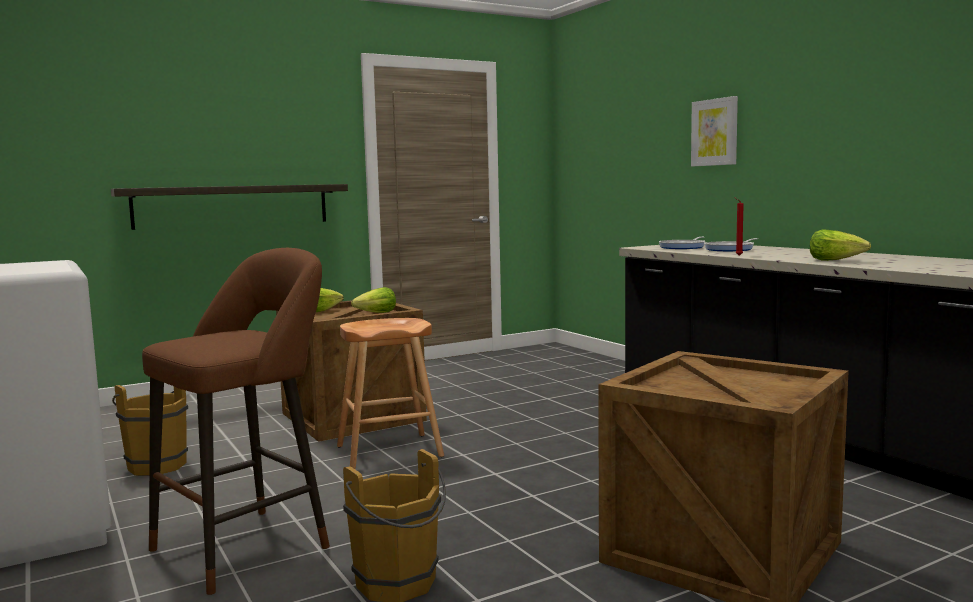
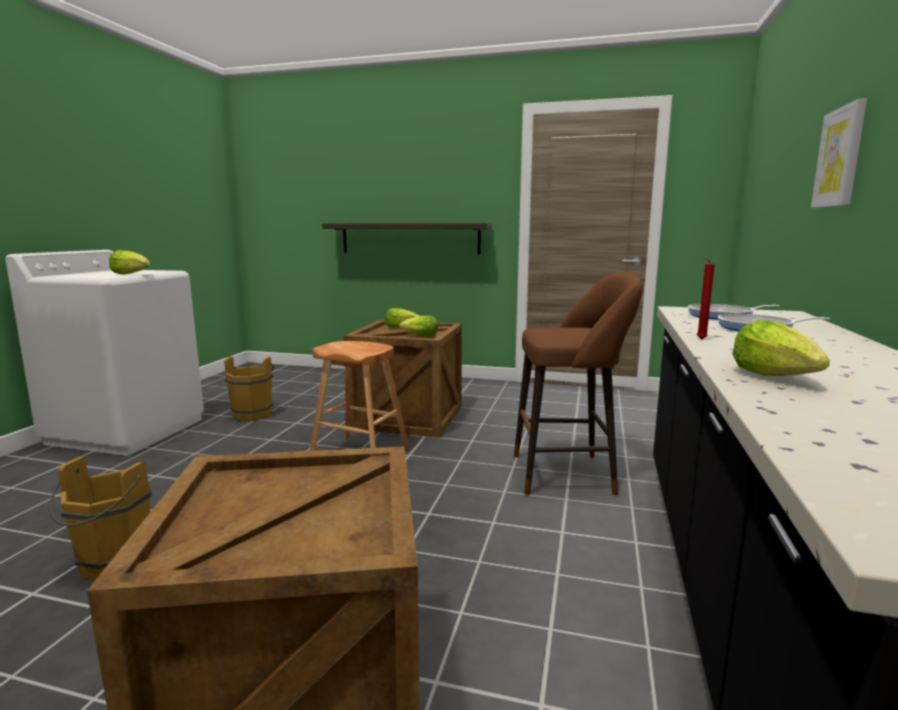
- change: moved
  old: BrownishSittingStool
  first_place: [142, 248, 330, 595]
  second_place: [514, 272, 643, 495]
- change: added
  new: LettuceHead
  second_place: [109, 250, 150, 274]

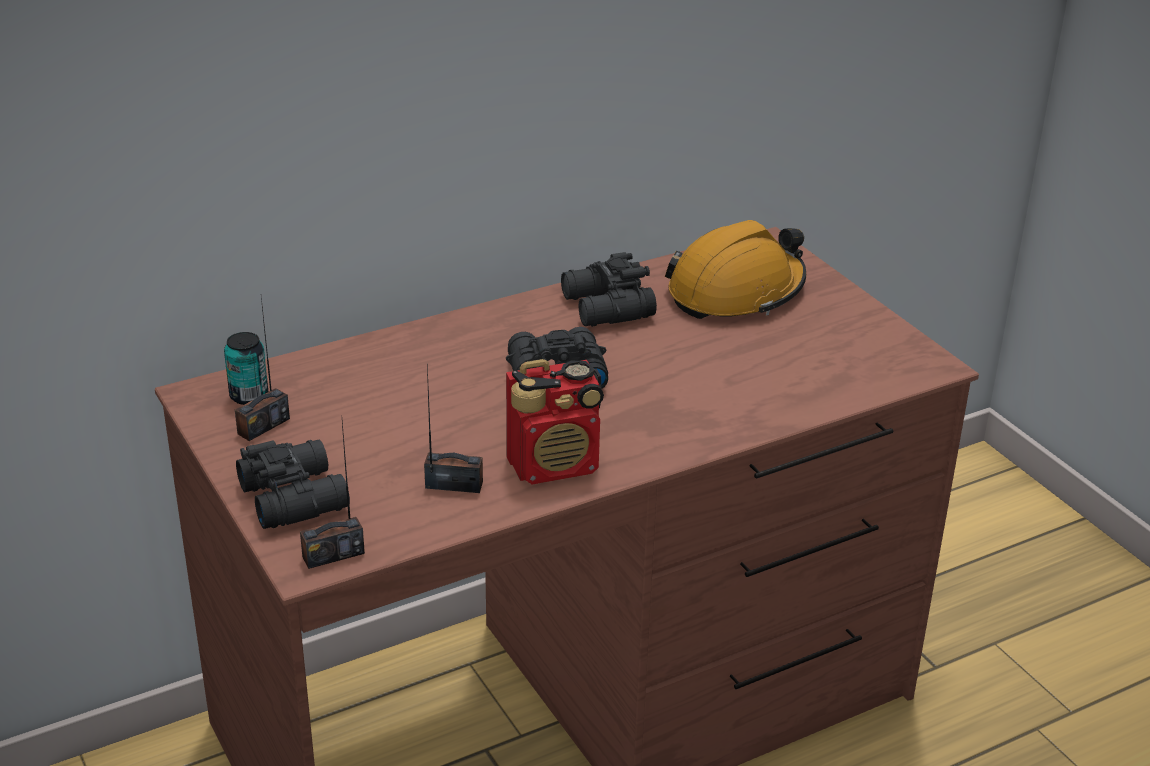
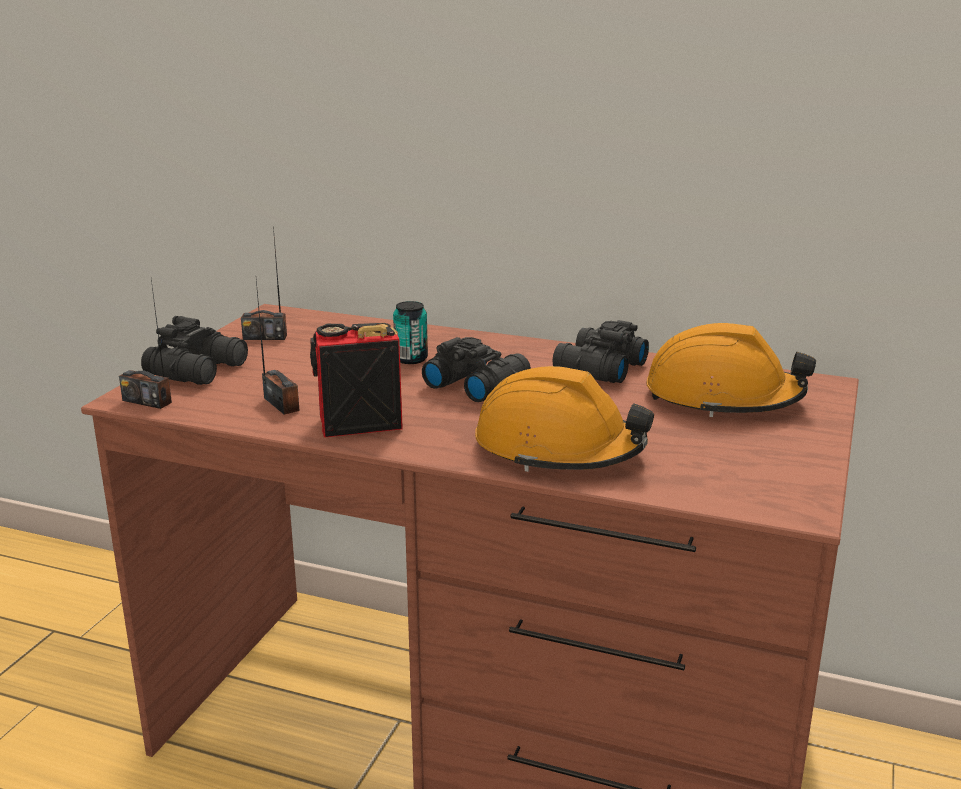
- change: moved
  old: MetalCan
  first_place: [224, 332, 268, 405]
  second_place: [393, 301, 428, 364]
- change: turned
  old: RadioSet
  first_place: [506, 359, 604, 485]
  second_place: [310, 323, 403, 438]
  degrees: 135
- change: added
  new: OrangeColouredHardHat
  second_place: [475, 366, 654, 472]

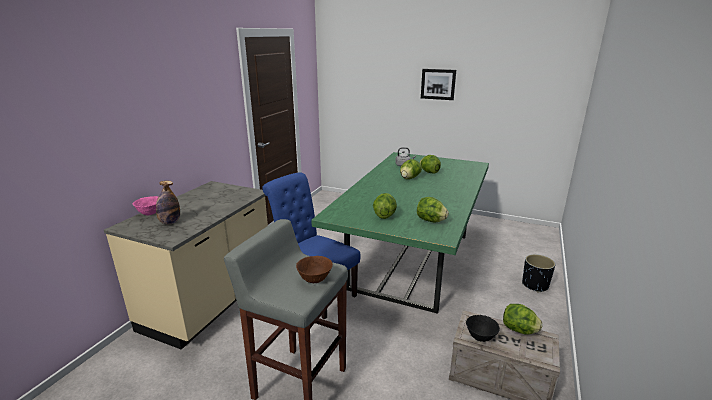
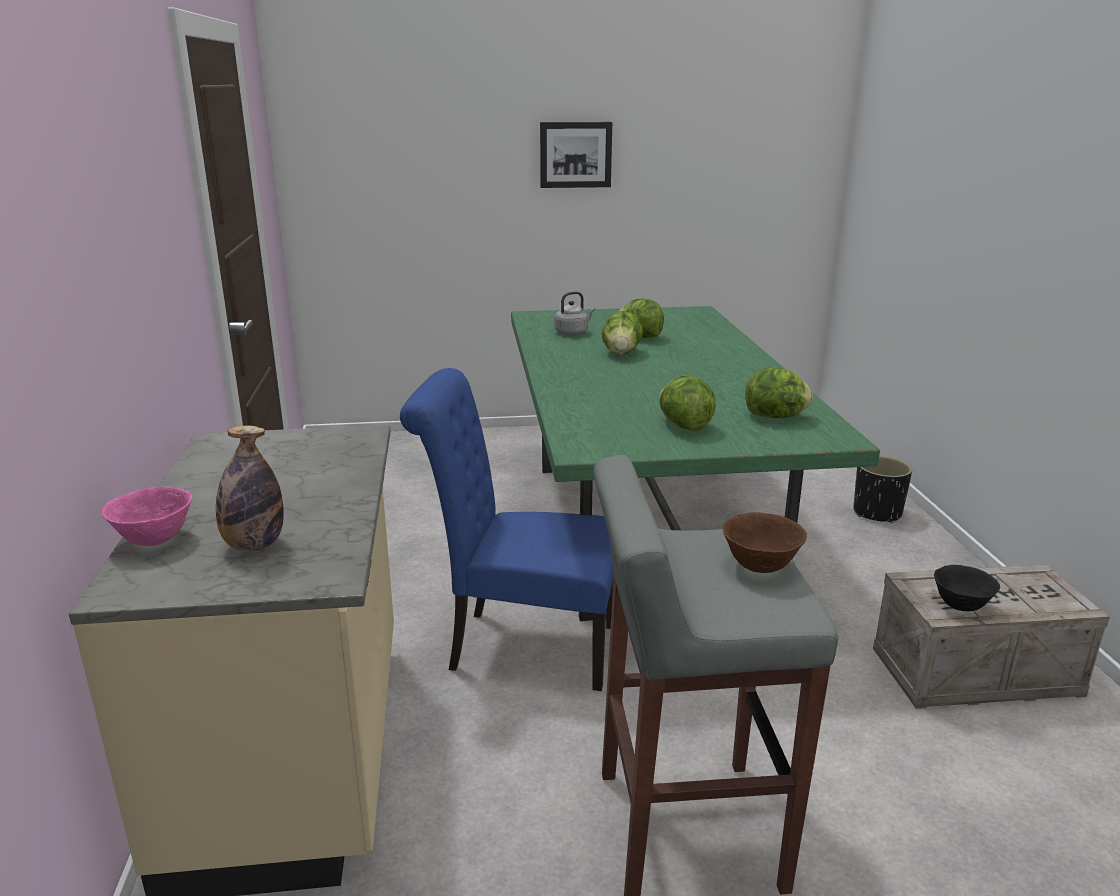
- change: removed
  old: LettuceHead
  first_place: [503, 304, 543, 334]

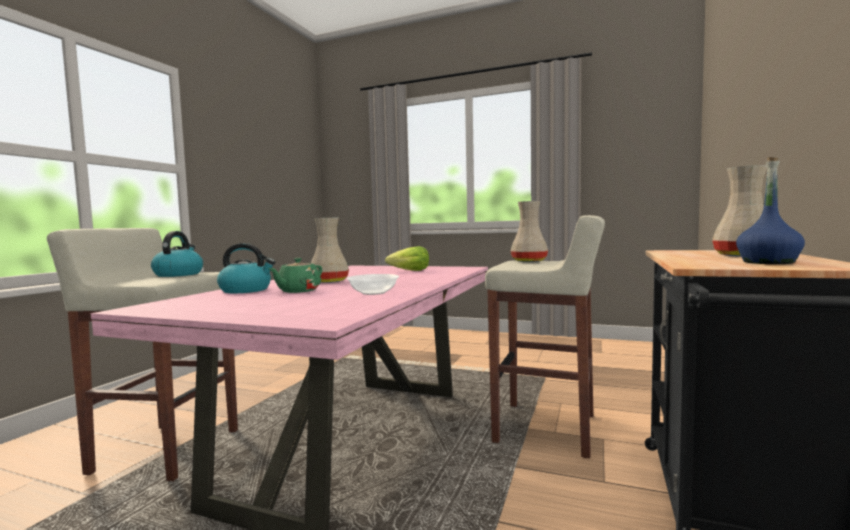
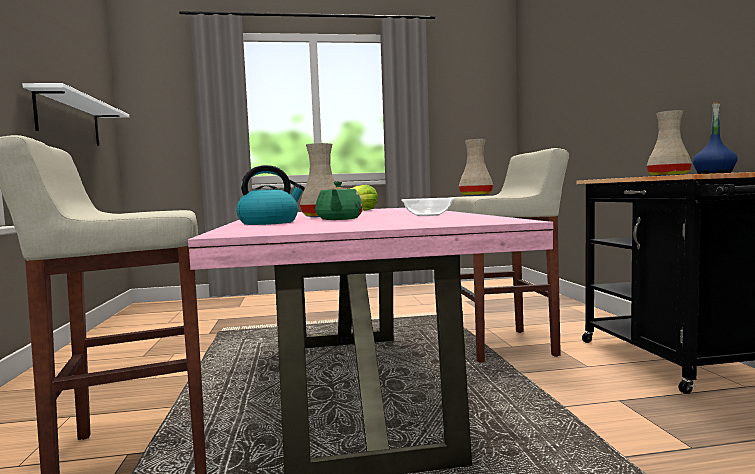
- change: removed
  old: TeaKettle
  first_place: [151, 231, 203, 277]
- change: added
  new: WhiteShelf
  second_place: [22, 83, 129, 146]

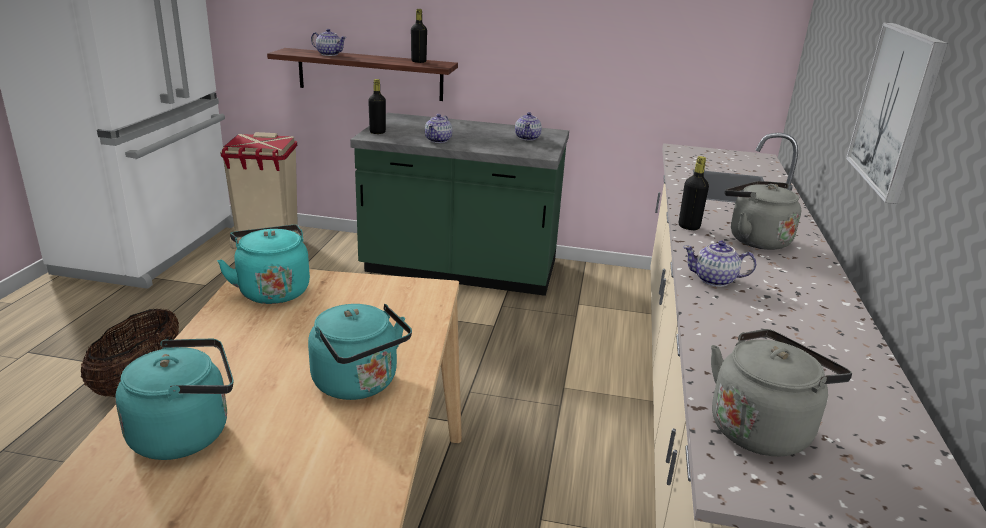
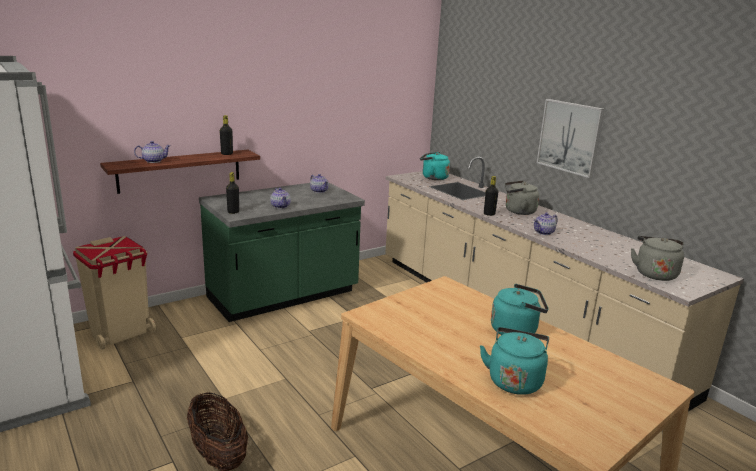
- change: moved
  old: TurquoiseColouredTeaKettle
  first_place: [217, 225, 310, 304]
  second_place: [420, 152, 450, 180]

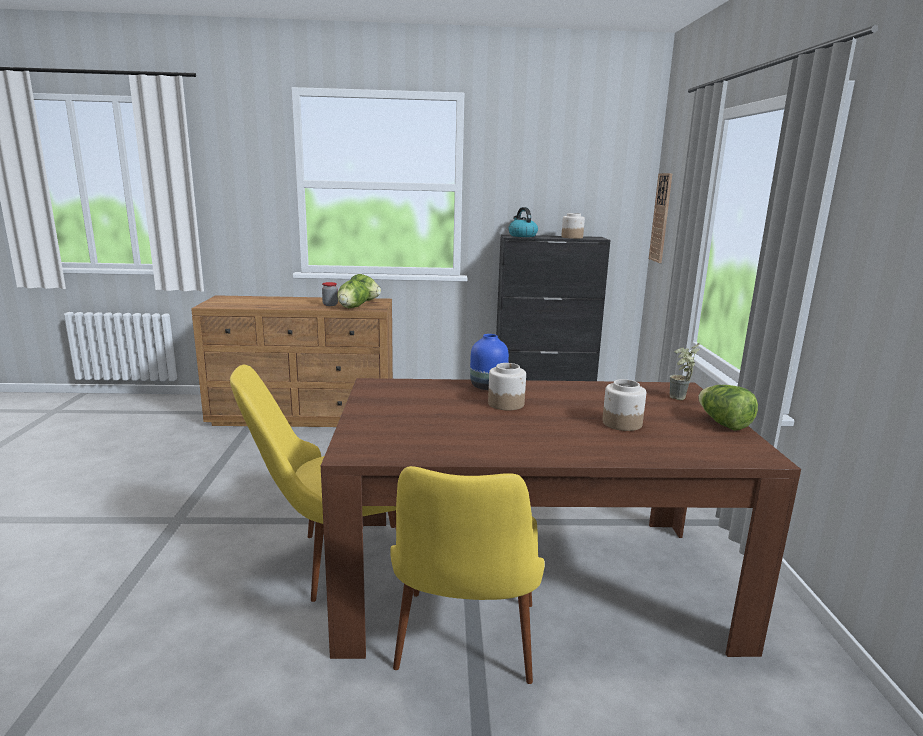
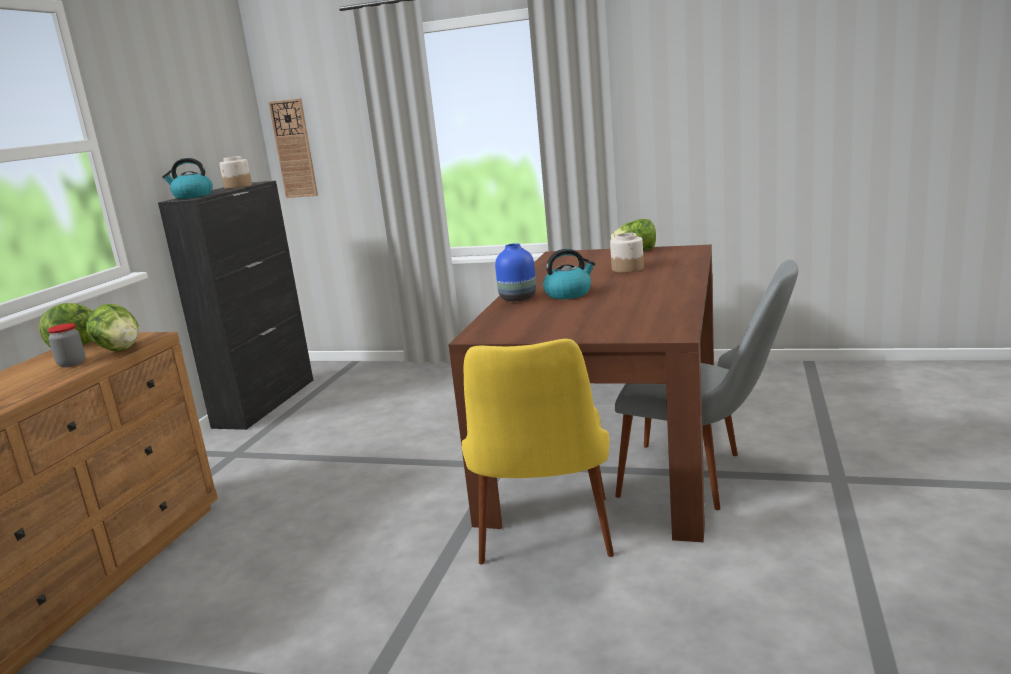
- change: recoloured
  old: YellowPlainChair
  new: GreyishPlainChair
  first_place: [390, 466, 545, 684]
  second_place: [615, 260, 798, 510]
- change: replaced
  old: StorageJar
  new: TeaKettle
  first_place: [488, 363, 526, 410]
  second_place: [543, 249, 595, 299]
- change: removed
  old: PlantInAPot
  first_place: [670, 343, 700, 400]

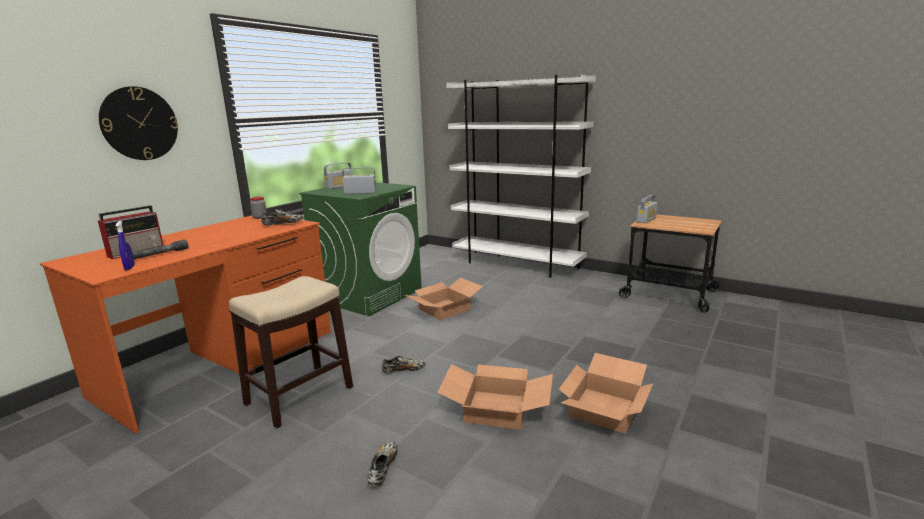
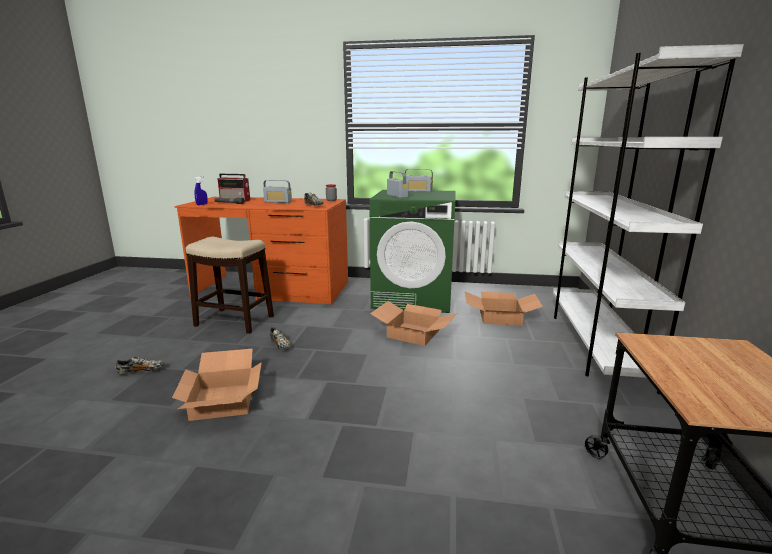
- change: removed
  old: ClockOnTheWall
  first_place: [99, 86, 178, 160]
- change: moved
  old: PackingBox
  first_place: [559, 353, 653, 434]
  second_place: [465, 291, 543, 326]
- change: moved
  old: RadioSet
  first_place: [637, 195, 658, 223]
  second_place: [263, 180, 292, 203]

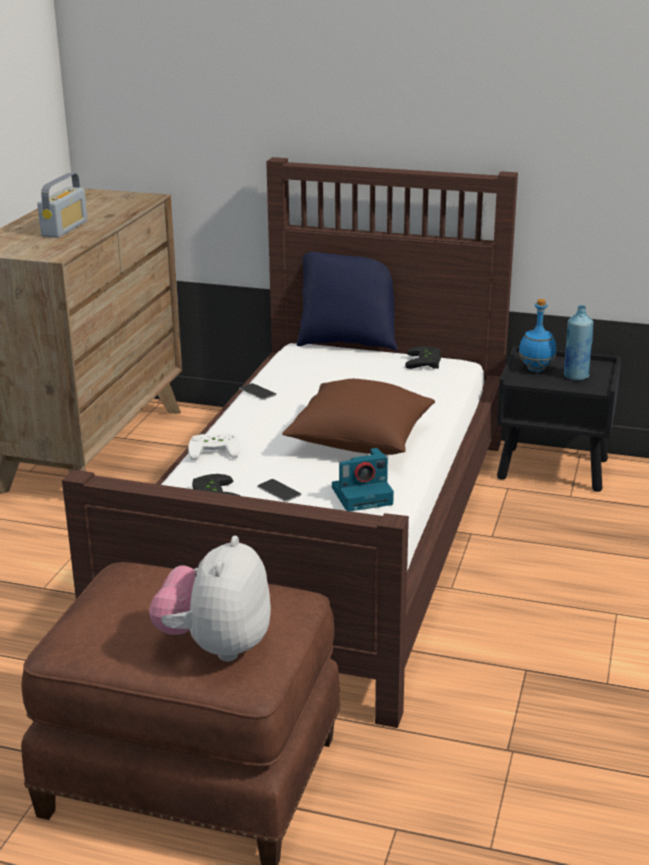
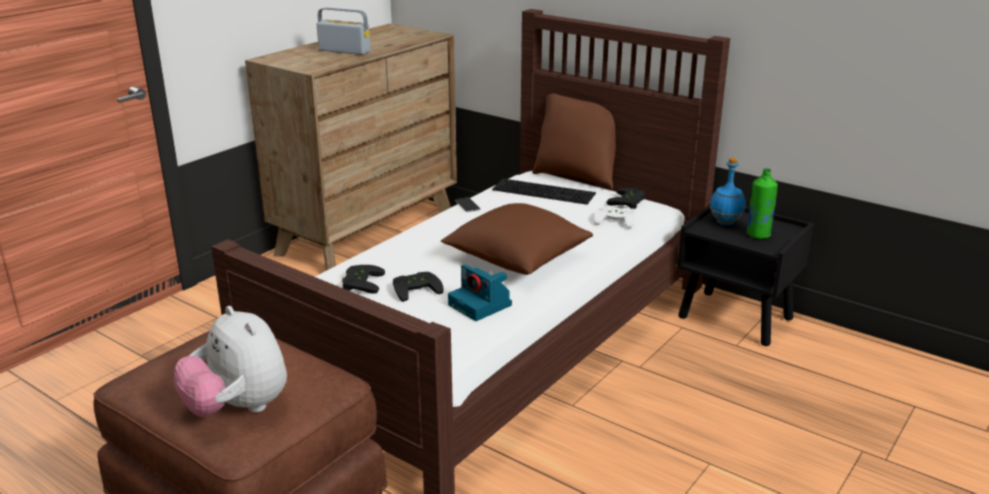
- change: turned
  old: RadioSet
  first_place: [37, 173, 87, 238]
  second_place: [317, 8, 371, 55]
  degrees: -105
- change: turned
  old: CuddlyToy
  first_place: [149, 536, 271, 661]
  second_place: [174, 306, 287, 417]
  degrees: -75
- change: moved
  old: WhiteGamepad
  first_place: [188, 433, 240, 460]
  second_place: [594, 207, 636, 228]
- change: replaced
  old: Telephone
  new: BlackGamepad
  first_place: [257, 479, 302, 502]
  second_place: [393, 272, 444, 302]
- change: recoloured
  old: BlueColouredPillow
  new: BrownishPillow
  first_place: [297, 252, 397, 351]
  second_place: [532, 93, 616, 189]
- change: turned
  old: StillCamera
  first_place: [332, 448, 394, 511]
  second_place: [448, 265, 512, 321]
  degrees: 45
- change: recoloured
  old: BlueColouredBottle
  new: GreenishBottle
  first_place: [564, 305, 593, 381]
  second_place: [747, 168, 778, 239]
- change: added
  new: ComputerKeyboard
  second_place: [492, 179, 596, 205]

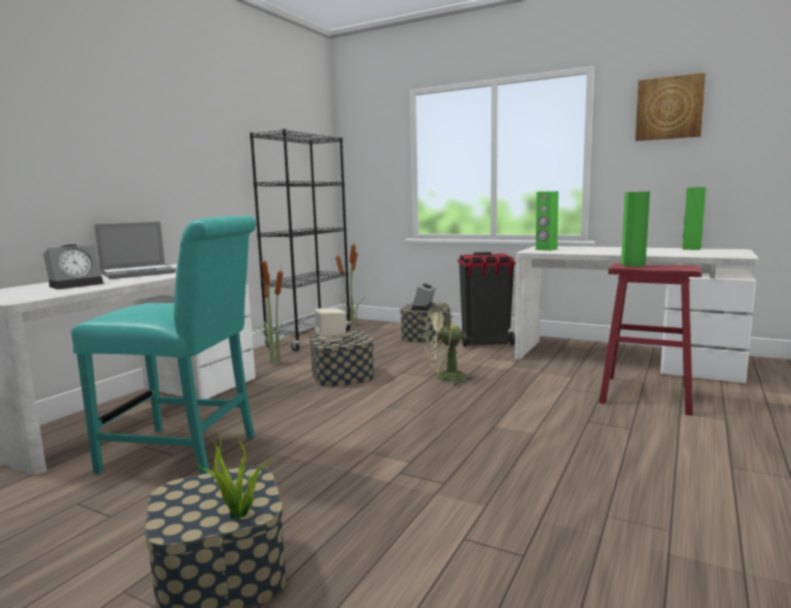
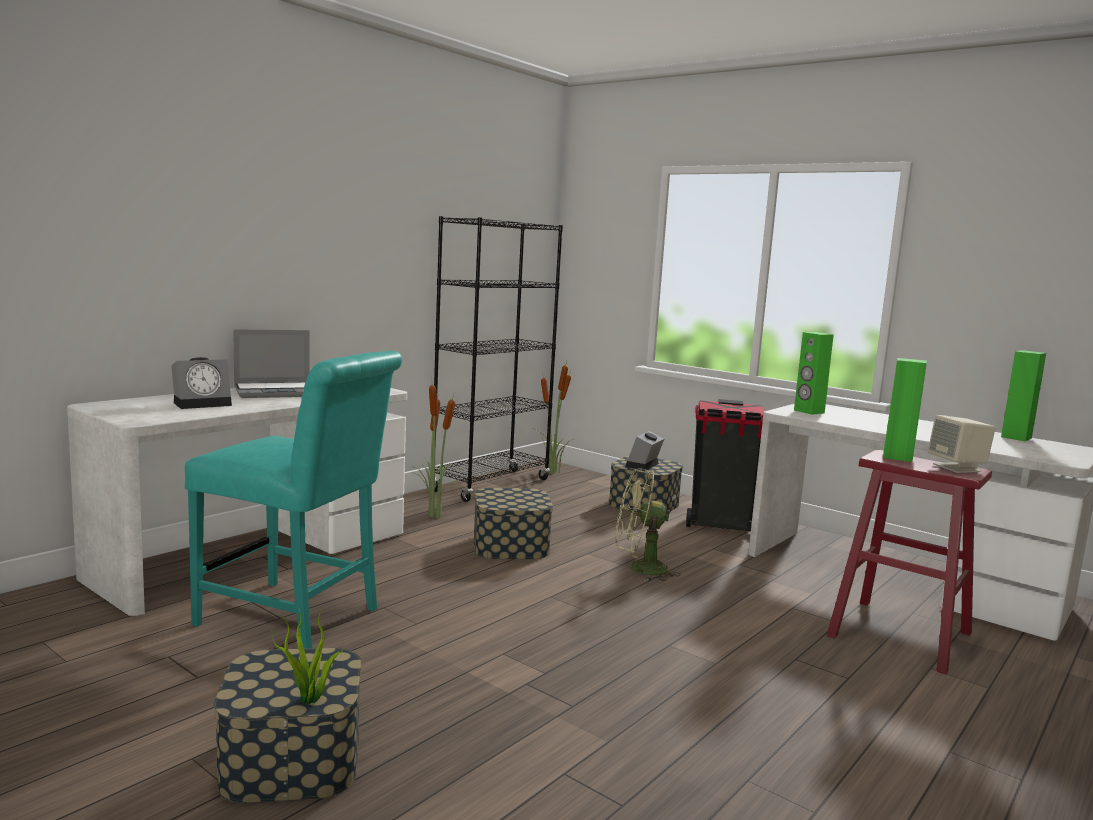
- change: moved
  old: BeigeColouredSpeaker
  first_place: [314, 309, 346, 343]
  second_place: [928, 415, 995, 473]
- change: removed
  old: WallPicture
  first_place: [635, 73, 706, 141]

